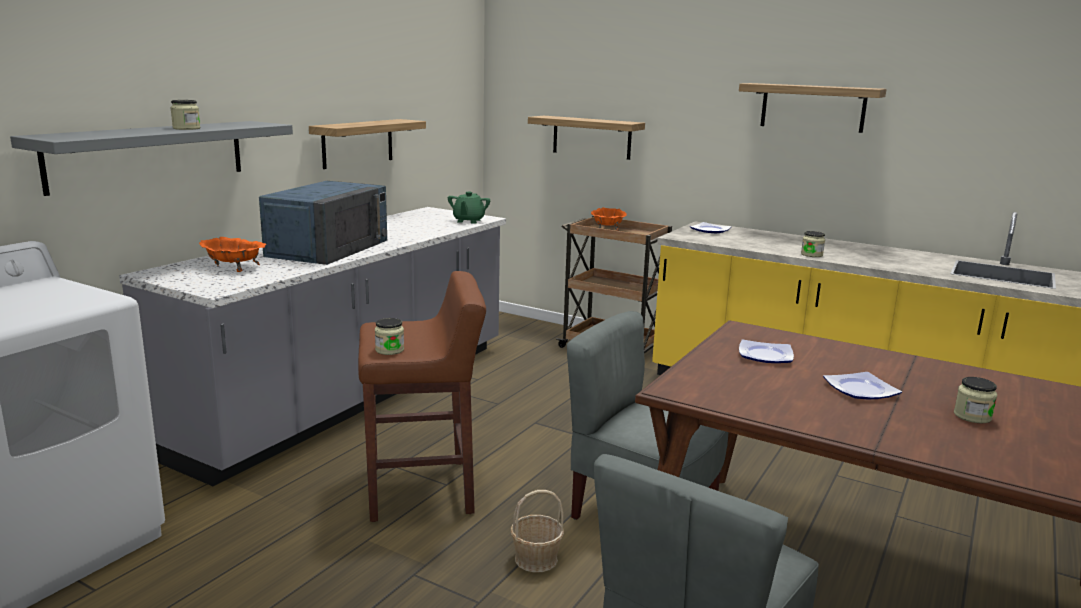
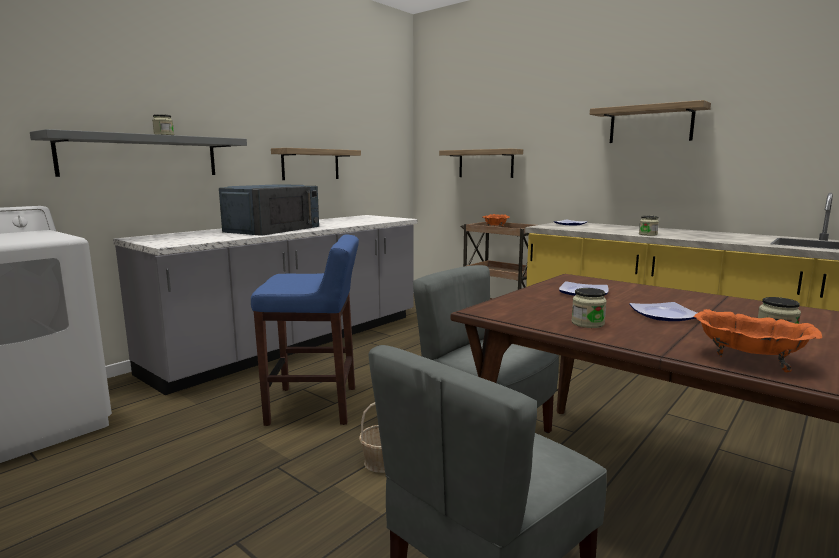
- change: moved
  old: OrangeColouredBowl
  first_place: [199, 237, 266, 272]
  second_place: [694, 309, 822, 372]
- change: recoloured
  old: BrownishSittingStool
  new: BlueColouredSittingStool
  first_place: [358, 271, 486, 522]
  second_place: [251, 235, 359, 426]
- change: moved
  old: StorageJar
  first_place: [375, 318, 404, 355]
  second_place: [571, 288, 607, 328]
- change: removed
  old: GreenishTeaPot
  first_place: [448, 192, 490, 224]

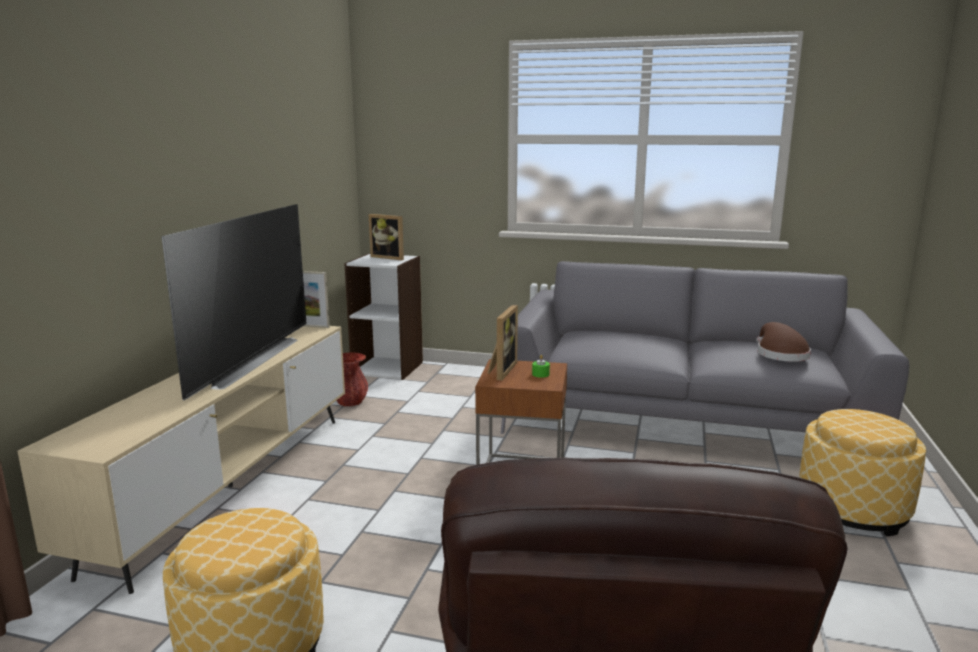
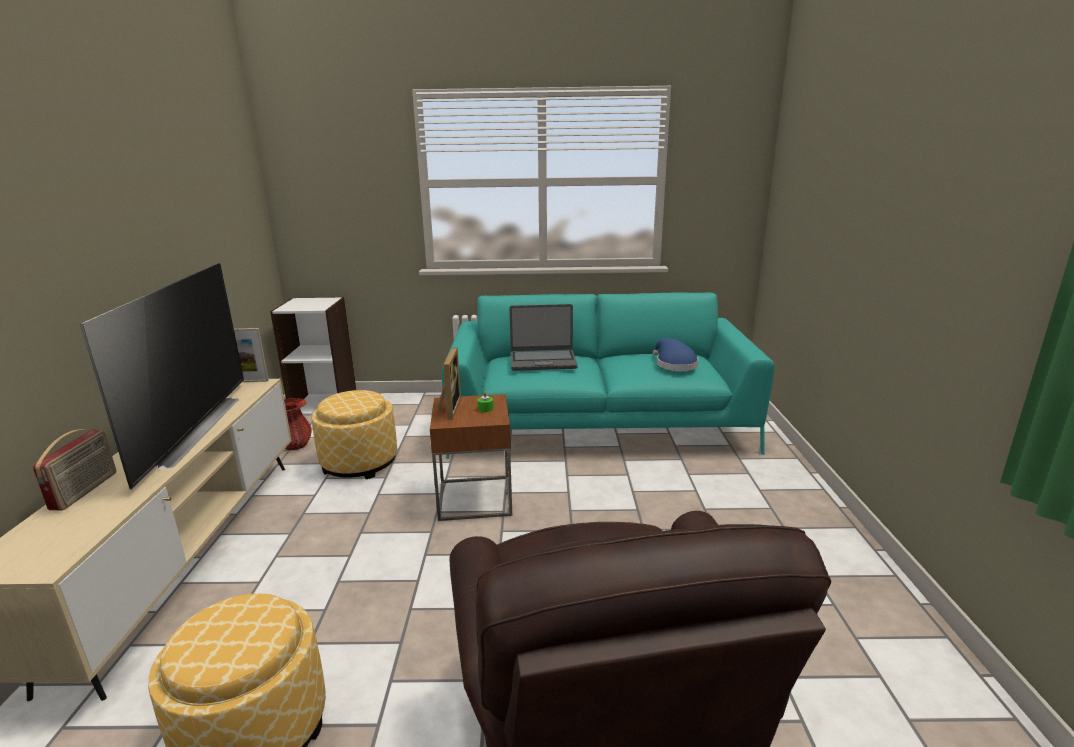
- change: removed
  old: PictureFrame
  first_place: [369, 214, 404, 260]
- change: recoloured
  old: GreyishSettee
  new: TurquoiseColouredSettee
  first_place: [501, 261, 909, 434]
  second_place: [442, 293, 775, 459]
- change: recoloured
  old: BrownishClothingHat
  new: BlueColouredClothingHat
  first_place: [756, 322, 811, 362]
  second_place: [653, 338, 698, 371]
- change: moved
  old: Ottoman
  first_place: [799, 409, 926, 536]
  second_place: [312, 390, 397, 479]
- change: added
  new: RadioSet
  second_place: [33, 429, 116, 510]
- change: added
  new: NotebookComputer
  second_place: [509, 304, 578, 371]

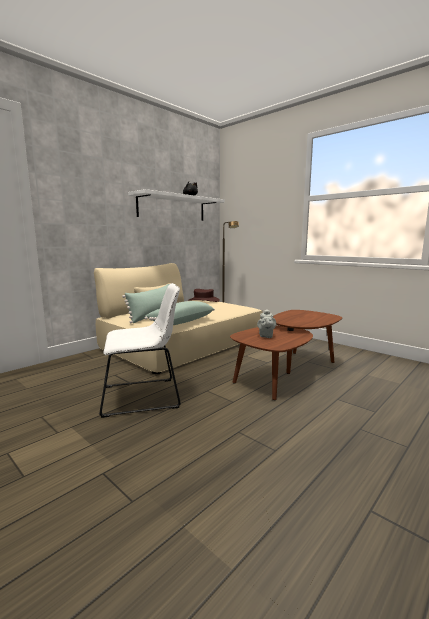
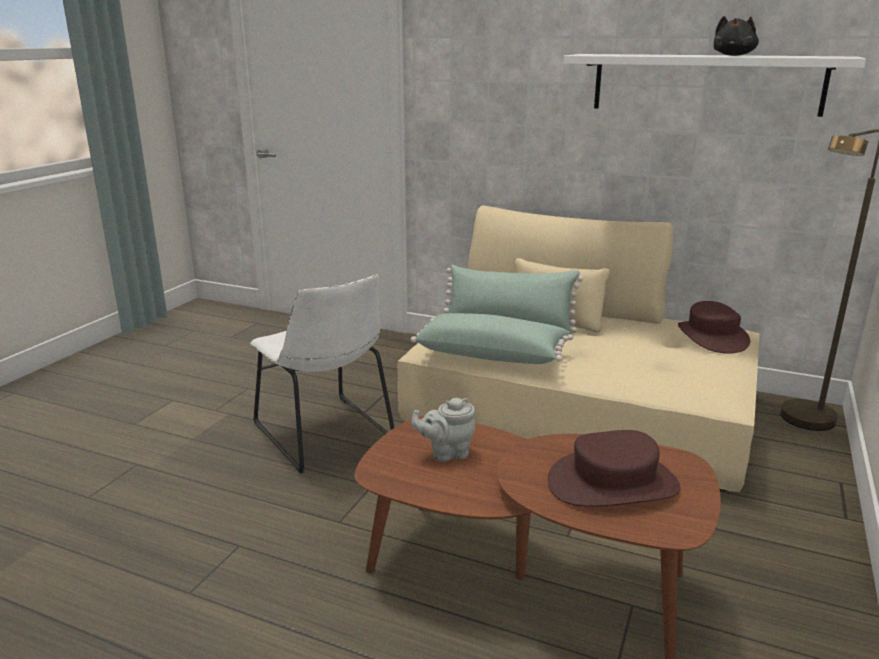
- change: added
  new: BrownishClothingHat
  second_place: [547, 430, 681, 507]

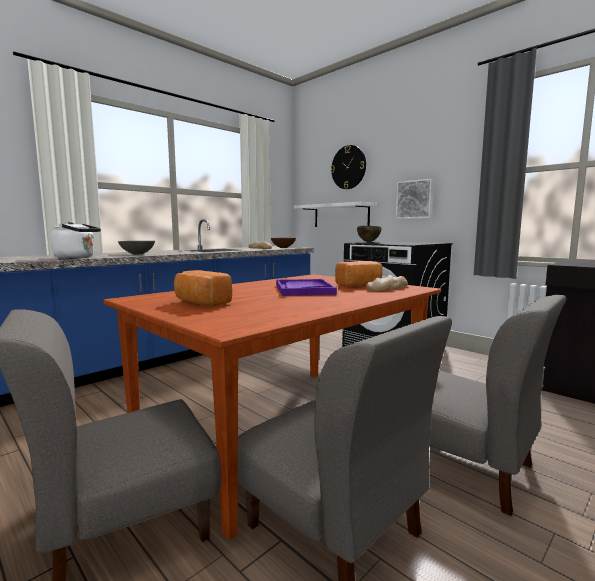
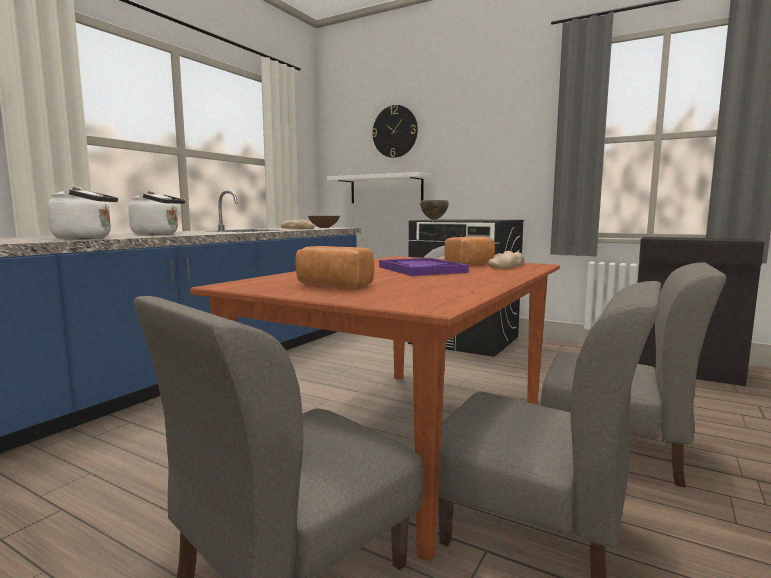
- change: replaced
  old: GreyishBowl
  new: WhiteTeaKettle
  first_place: [118, 241, 155, 255]
  second_place: [128, 191, 185, 235]
- change: removed
  old: WallPicture
  first_place: [396, 179, 434, 219]

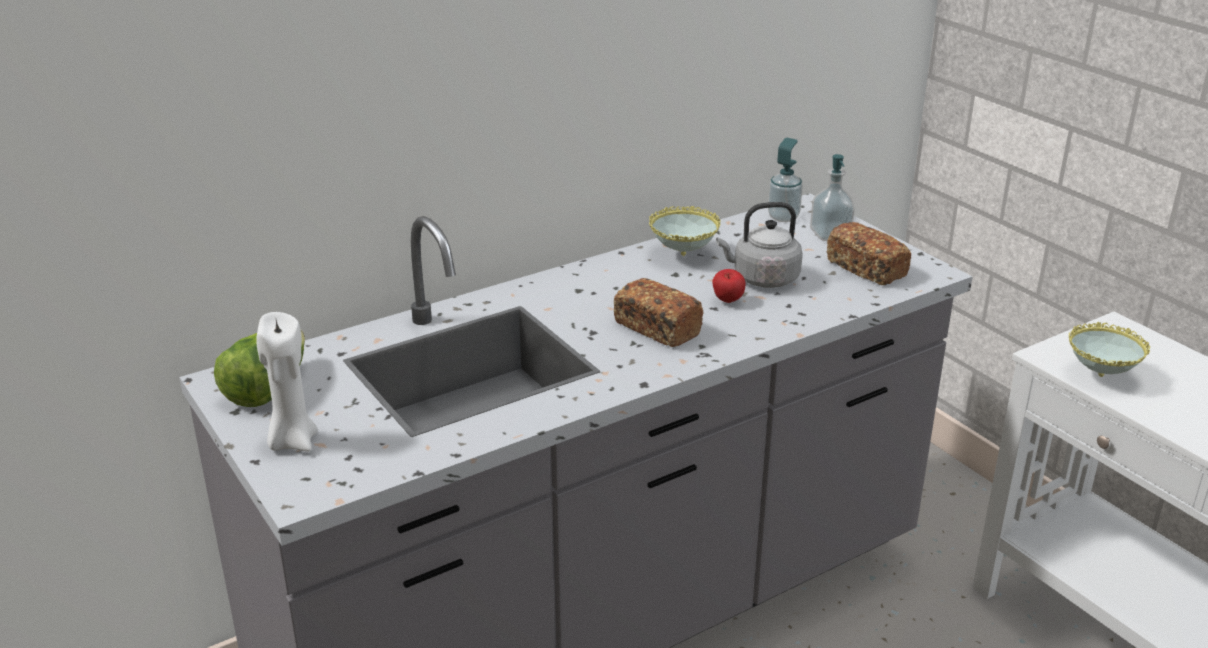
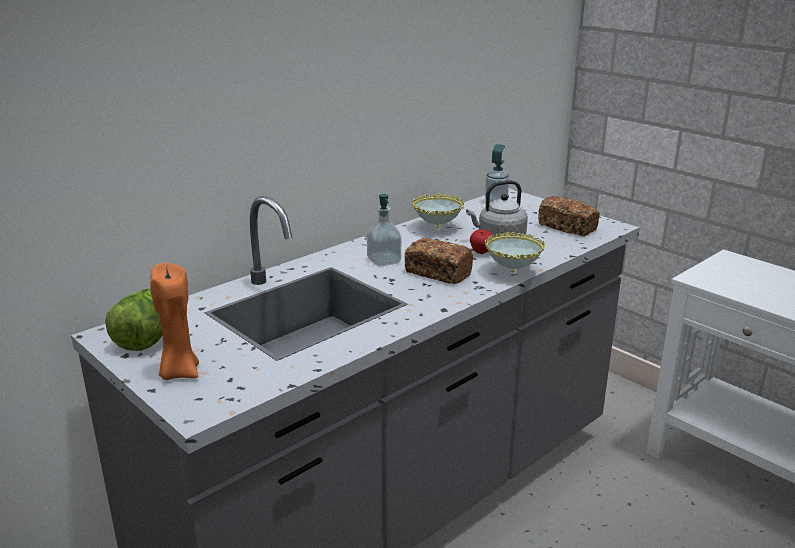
- change: recoloured
  old: WhiteCandle
  new: OrangeColouredCandle
  first_place: [256, 312, 318, 451]
  second_place: [150, 263, 199, 380]
- change: moved
  old: SoapDispenser
  first_place: [810, 154, 855, 241]
  second_place: [367, 194, 401, 266]
- change: moved
  old: Bowl
  first_place: [1069, 322, 1150, 377]
  second_place: [485, 232, 545, 273]

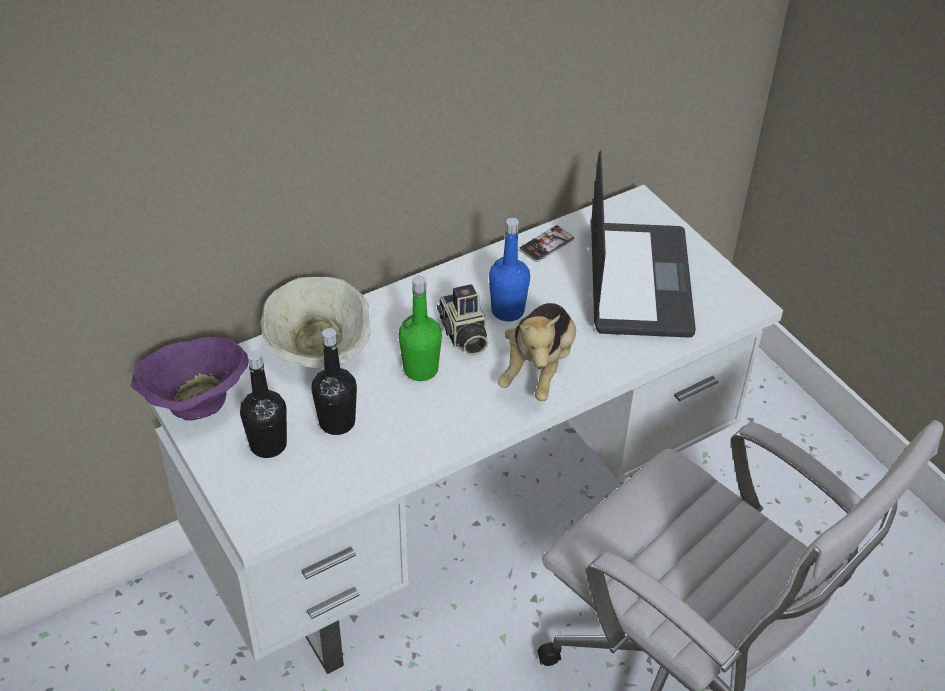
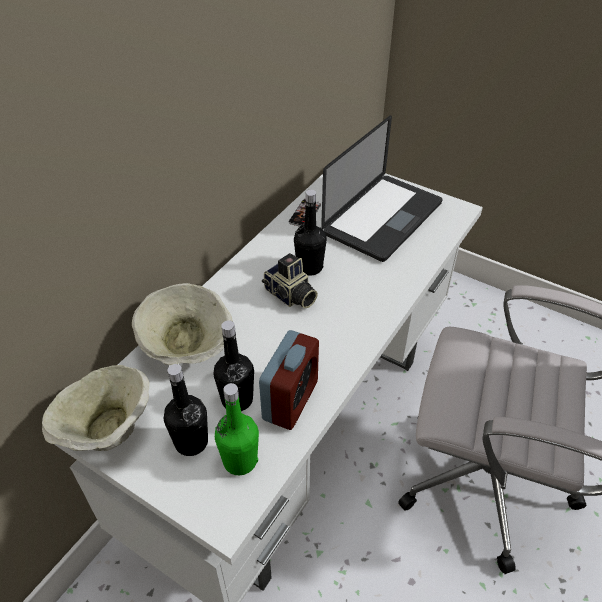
- change: recoloured
  old: PurpleColouredBowl
  new: BeigeColouredBowl
  first_place: [130, 337, 248, 421]
  second_place: [42, 365, 150, 451]
- change: moved
  old: GreenishBottle
  first_place: [399, 276, 442, 381]
  second_place: [215, 383, 259, 475]
- change: recoloured
  old: BlueColouredBottle
  new: BlackBottle
  first_place: [489, 218, 530, 322]
  second_place: [294, 190, 327, 276]
- change: removed
  old: CuddlyToy
  first_place: [498, 303, 576, 401]
- change: turned
  old: NotebookComputer
  first_place: [591, 150, 696, 338]
  second_place: [321, 116, 443, 262]
  degrees: 60
- change: added
  new: AlarmClock
  second_place: [259, 330, 319, 430]

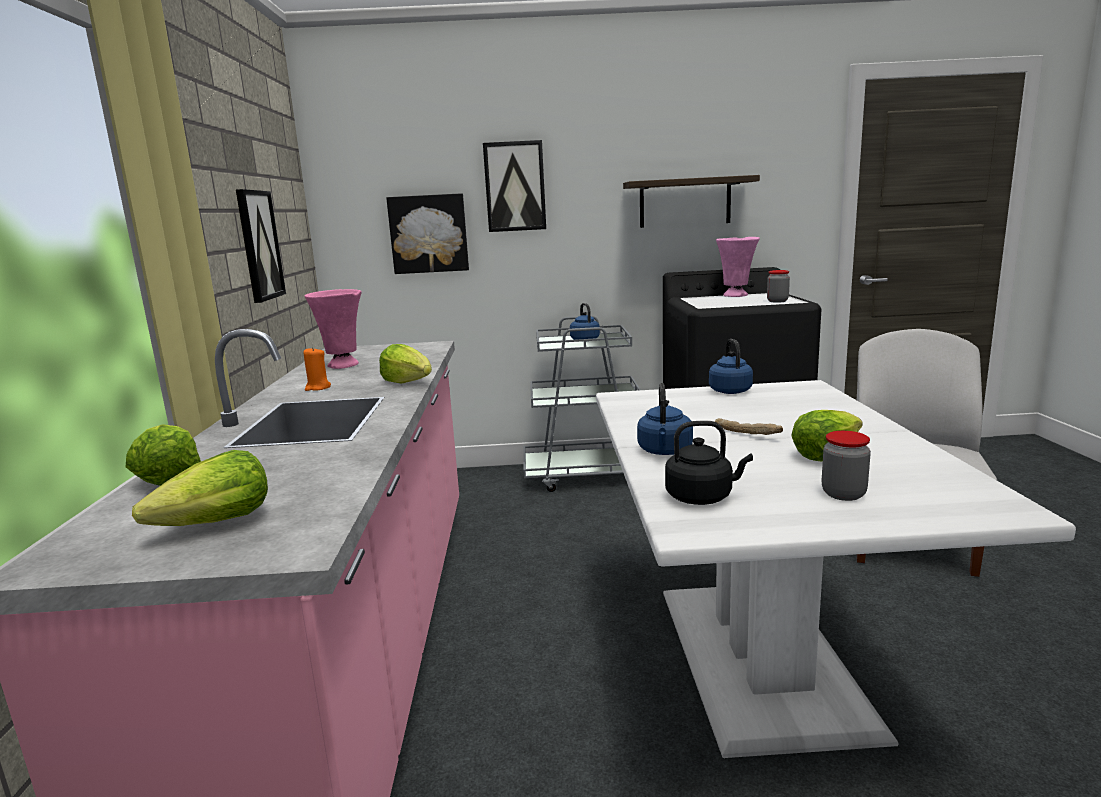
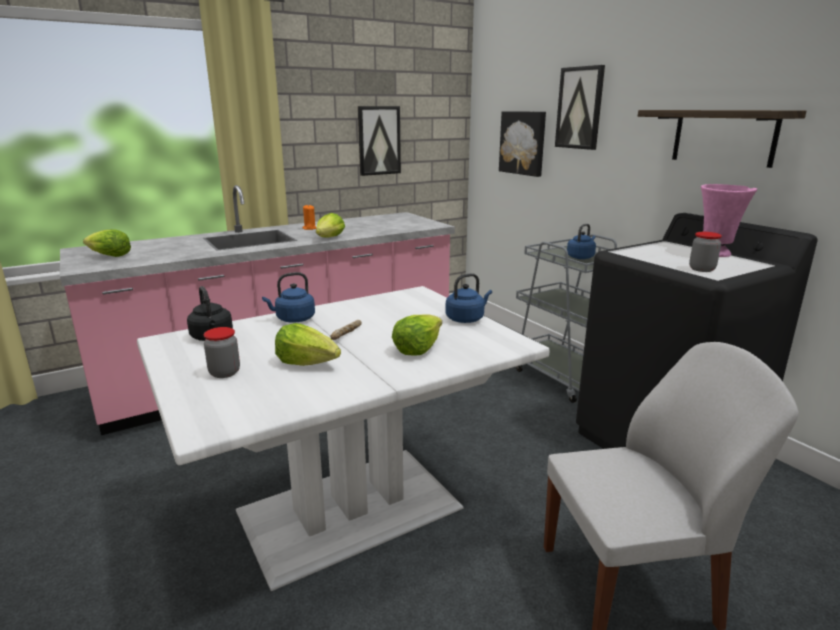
- change: moved
  old: LettuceHead
  first_place: [126, 424, 201, 486]
  second_place: [392, 314, 442, 356]
- change: removed
  old: PinkishVase
  first_place: [305, 289, 361, 369]

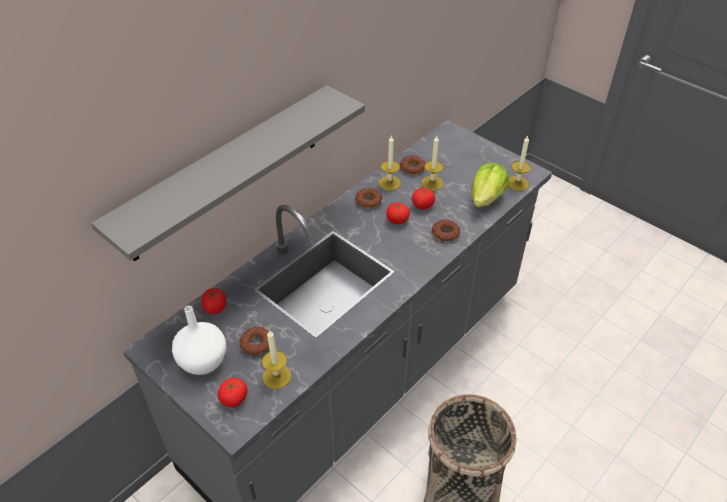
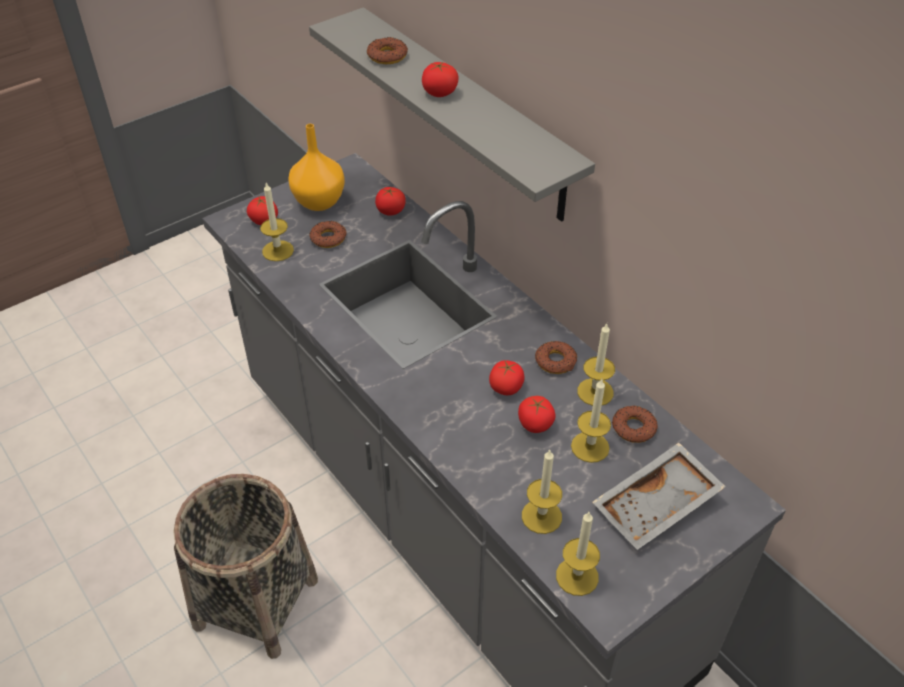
- change: recoloured
  old: WhiteVase
  new: OrangeColouredVase
  first_place: [172, 306, 226, 375]
  second_place: [288, 124, 345, 211]
- change: moved
  old: Doughnut
  first_place: [432, 220, 460, 242]
  second_place: [366, 37, 408, 64]
- change: replaced
  old: LettuceHead
  new: Candle
  first_place: [471, 163, 509, 207]
  second_place: [522, 450, 562, 534]
- change: added
  new: WholeTomato
  second_place: [422, 62, 459, 97]
- change: added
  new: GreyishServingTray
  second_place: [592, 443, 726, 550]

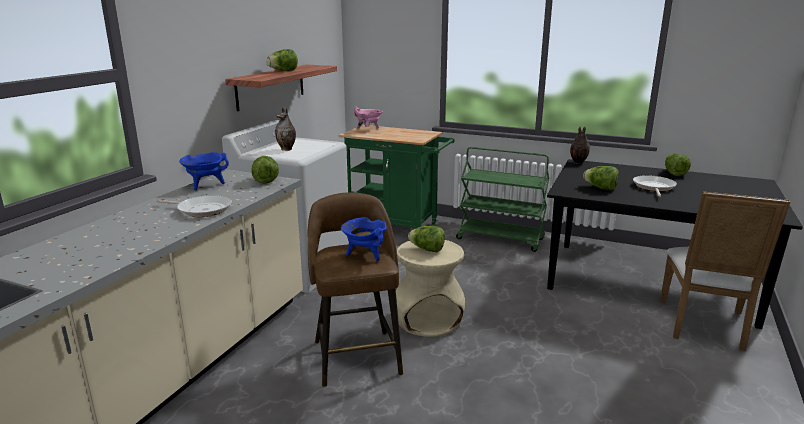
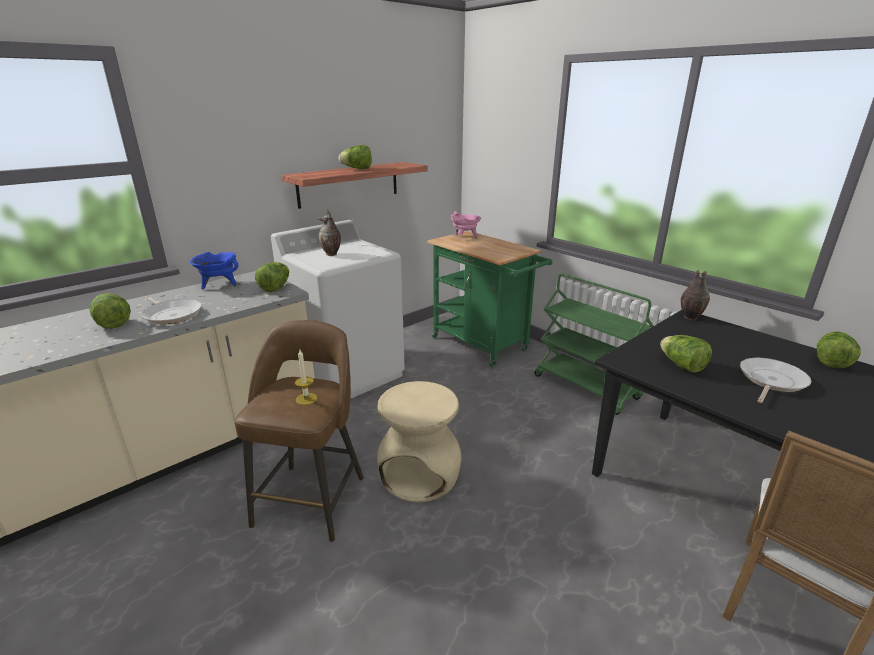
- change: replaced
  old: BlueColouredCookingPot
  new: Candle
  first_place: [341, 217, 387, 261]
  second_place: [295, 350, 317, 405]
- change: moved
  old: LettuceHead
  first_place: [408, 226, 445, 252]
  second_place: [89, 293, 131, 329]

